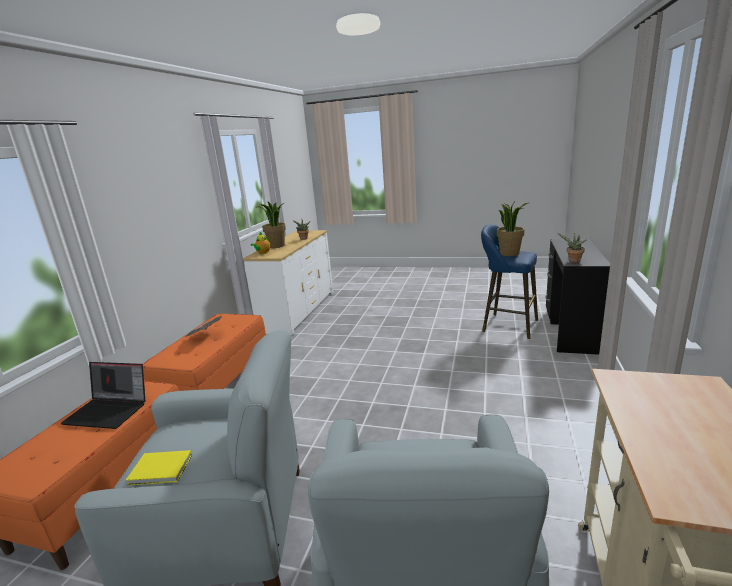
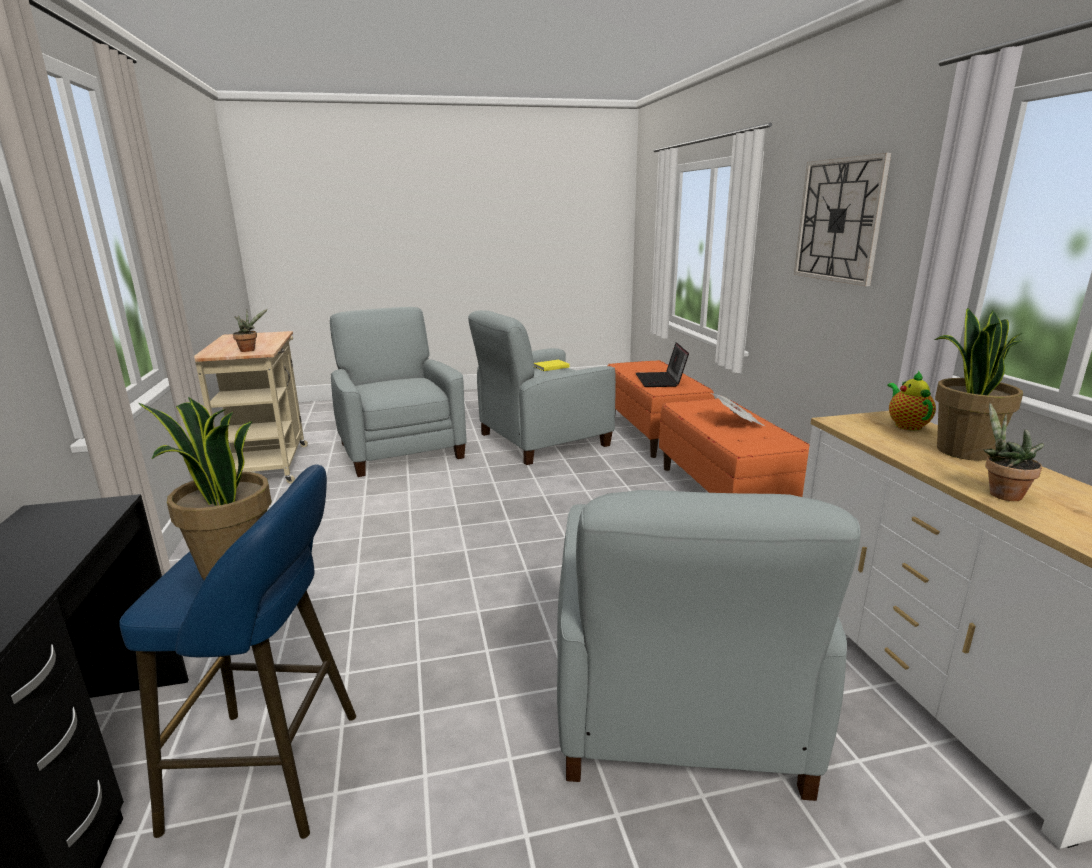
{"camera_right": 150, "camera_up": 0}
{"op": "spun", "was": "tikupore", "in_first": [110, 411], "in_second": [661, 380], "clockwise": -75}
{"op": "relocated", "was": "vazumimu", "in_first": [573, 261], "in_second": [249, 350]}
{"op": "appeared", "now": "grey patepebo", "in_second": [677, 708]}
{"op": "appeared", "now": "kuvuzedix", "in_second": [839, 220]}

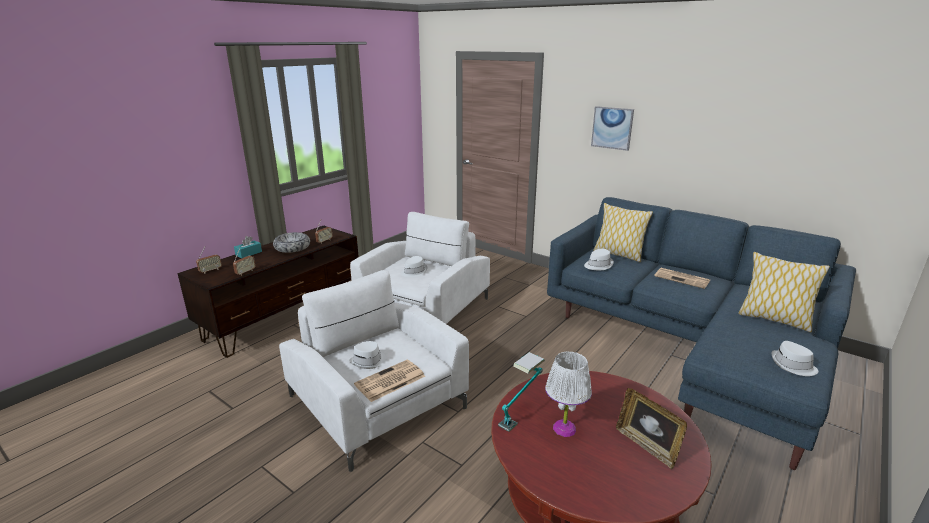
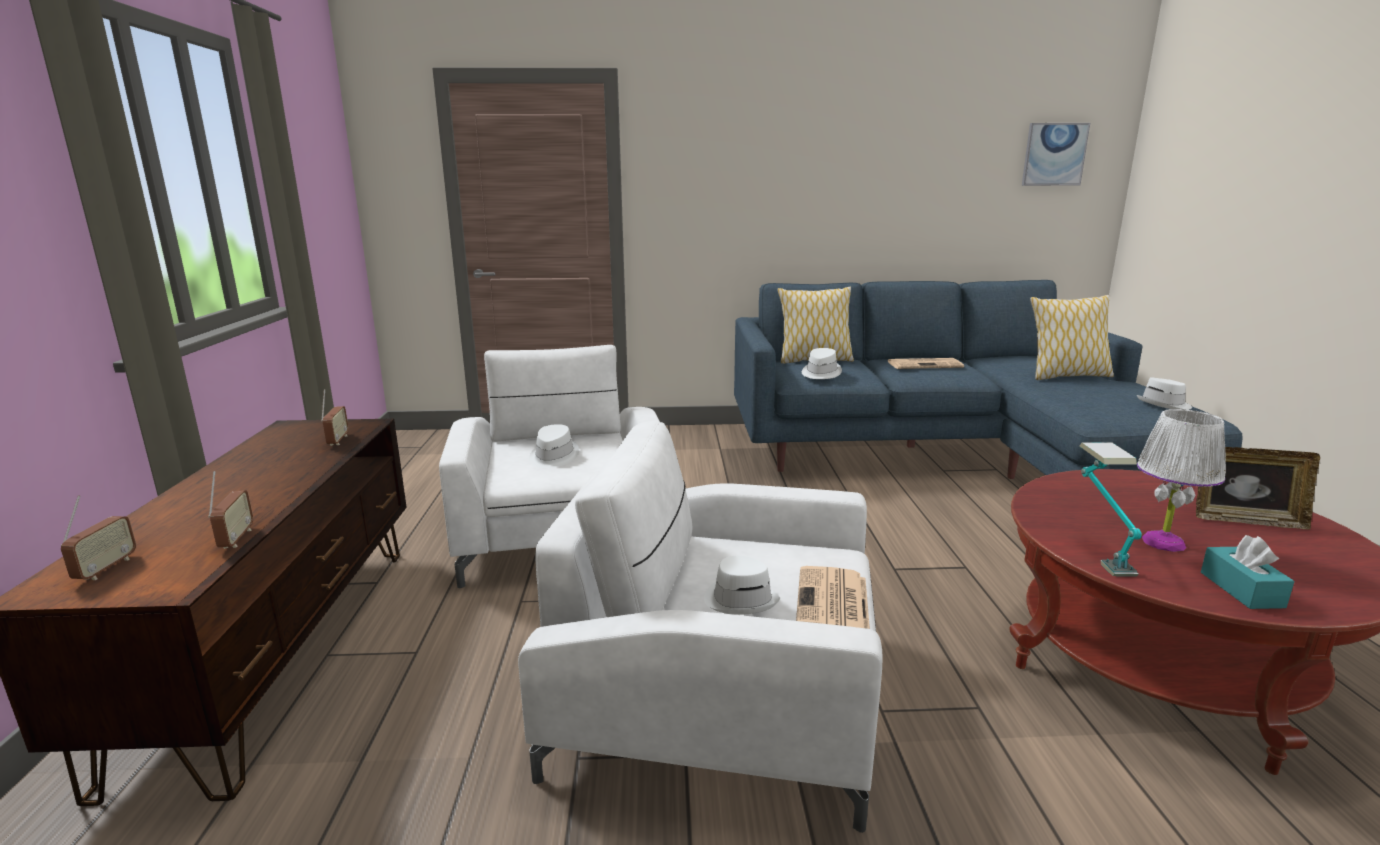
{"camera_right": -40, "camera_up": -5}
{"op": "relocated", "was": "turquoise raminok", "in_first": [248, 253], "in_second": [1241, 589]}
{"op": "missing", "was": "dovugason", "in_first": [292, 247]}
{"op": "relocated", "was": "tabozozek", "in_first": [612, 128], "in_second": [1054, 154]}

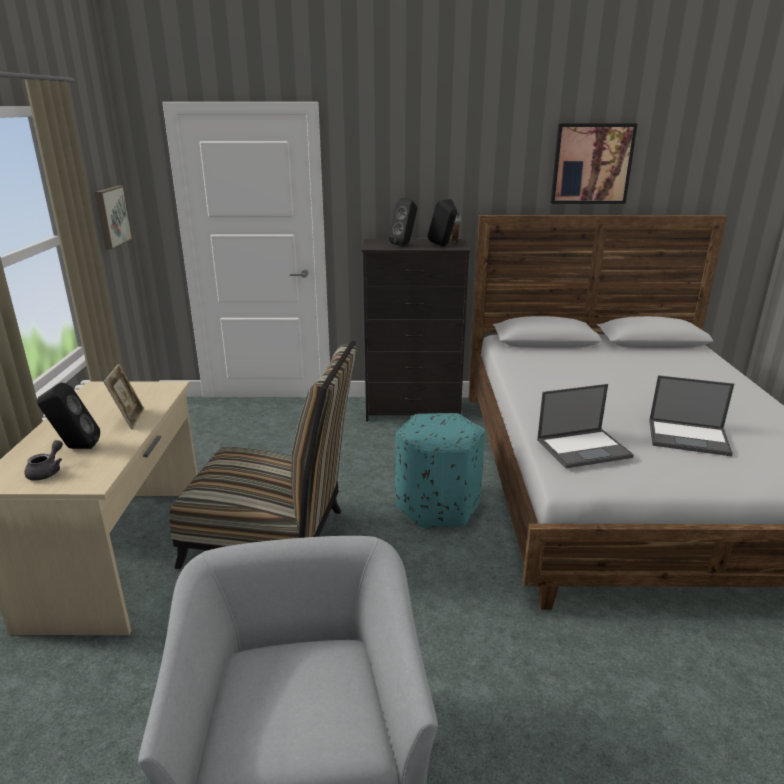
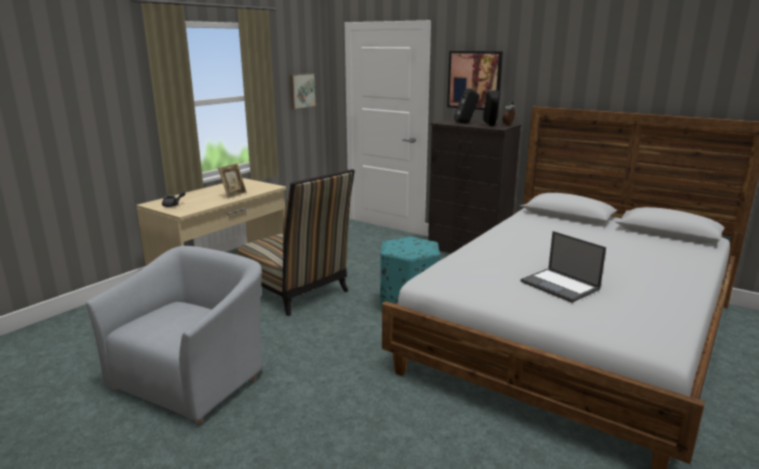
{"camera_right": 35, "camera_up": -5}
{"op": "missing", "was": "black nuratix", "in_first": [75, 448]}
{"op": "missing", "was": "tikupore", "in_first": [584, 448]}
{"op": "relocated", "was": "tabozozek", "in_first": [591, 164], "in_second": [474, 80]}

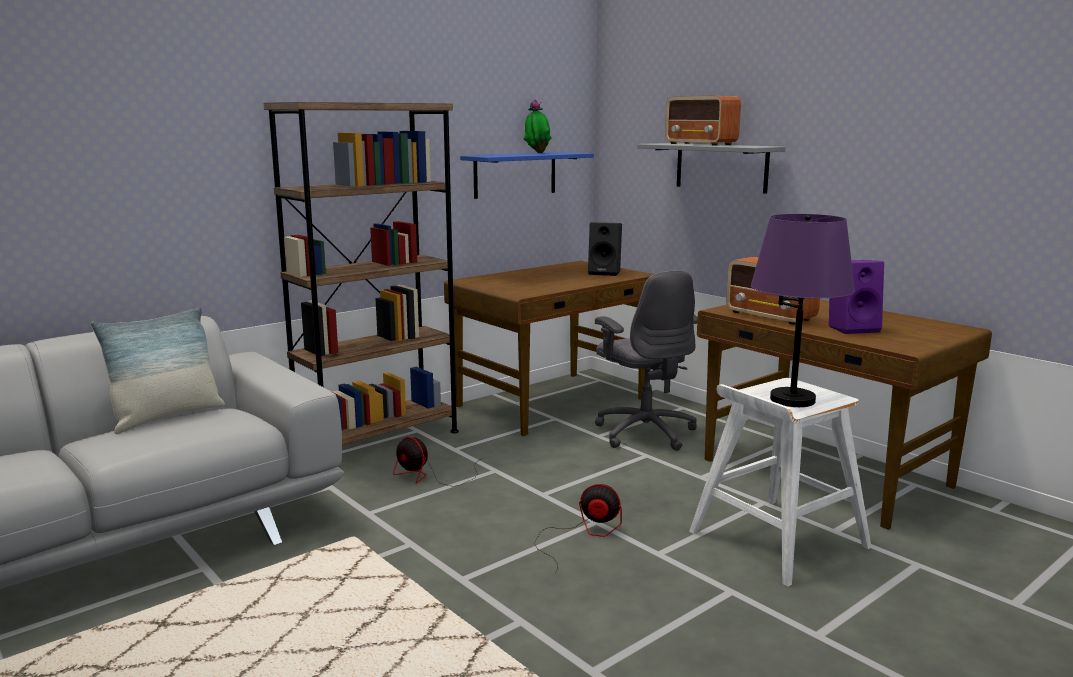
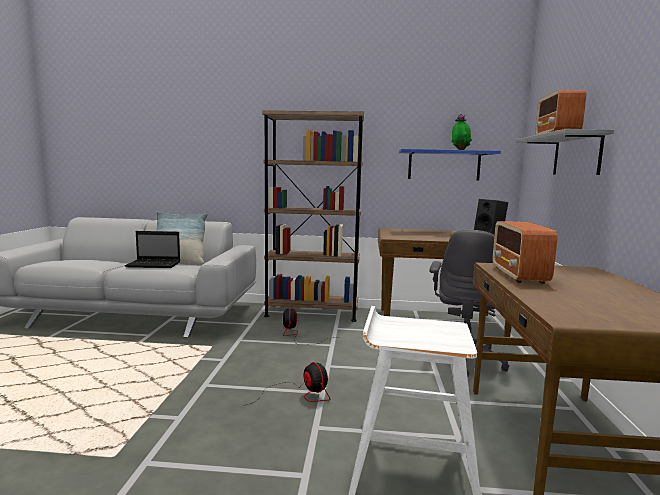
{"camera_right": 45, "camera_up": -5}
{"op": "missing", "was": "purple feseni", "in_first": [793, 400]}
{"op": "missing", "was": "purple nuratix", "in_first": [852, 328]}
{"op": "appeared", "now": "tikupore", "in_second": [155, 264]}

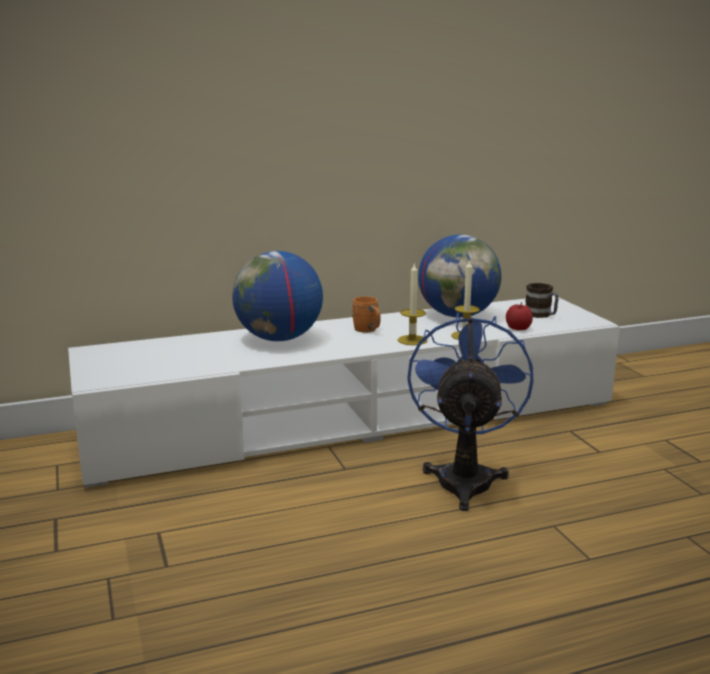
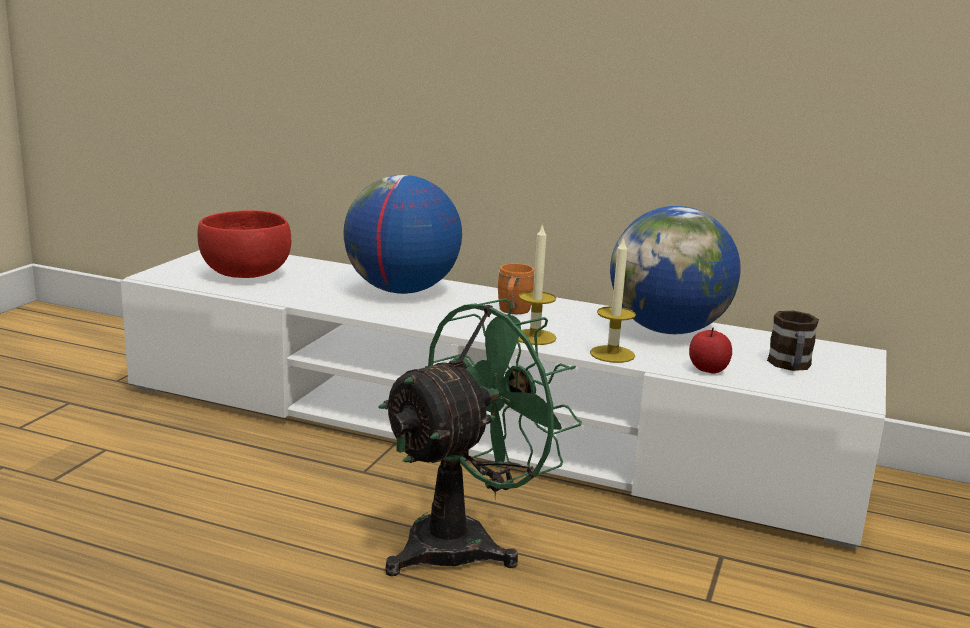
{"camera_right": 40, "camera_up": 0}
{"op": "colour", "was": "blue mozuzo", "now": "green mozuzo", "in_first": [465, 477], "in_second": [465, 541]}
{"op": "appeared", "now": "red dovugason", "in_second": [246, 274]}

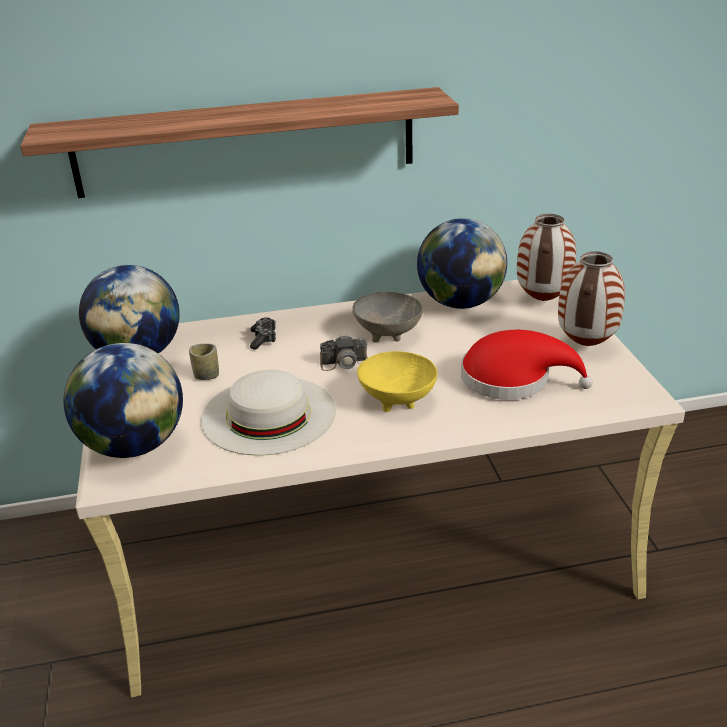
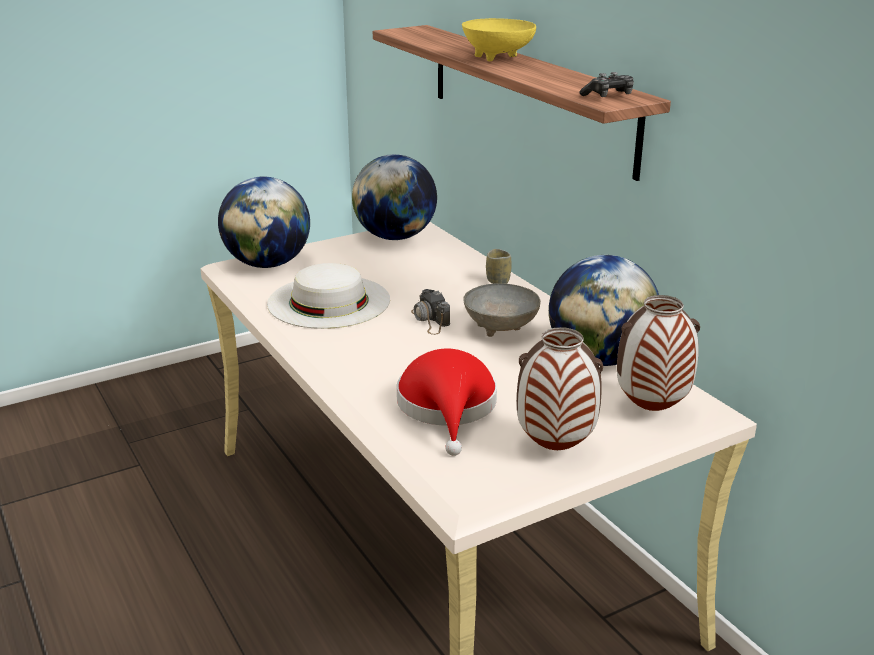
{"camera_right": 70, "camera_up": -5}
{"op": "relocated", "was": "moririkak", "in_first": [206, 375], "in_second": [498, 281]}
{"op": "relocated", "was": "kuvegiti", "in_first": [263, 339], "in_second": [608, 96]}
{"op": "relocated", "was": "yellow dovugason", "in_first": [399, 400], "in_second": [498, 58]}

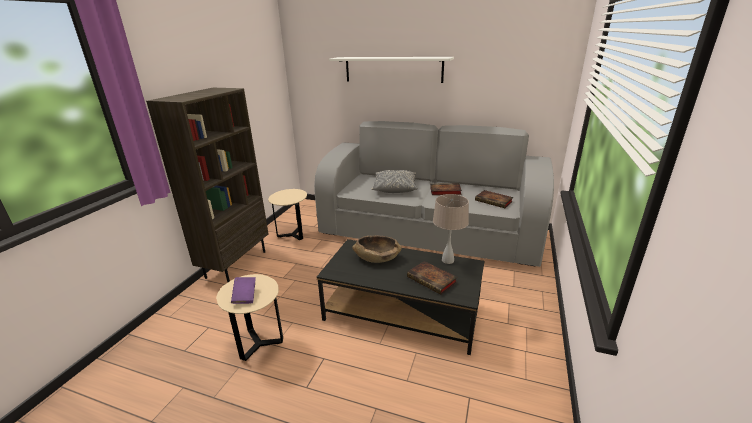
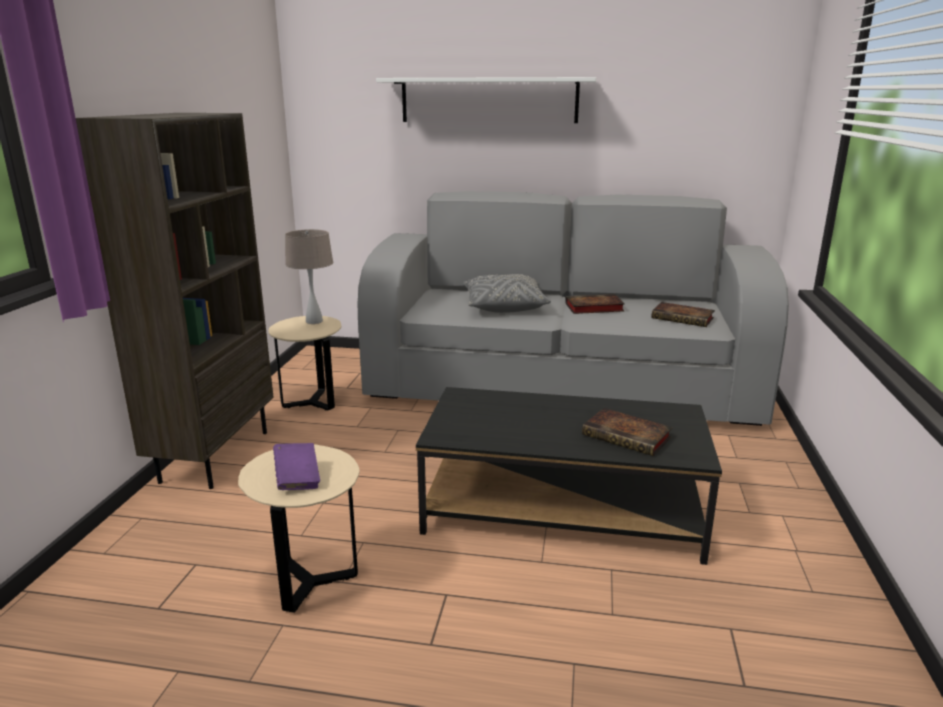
{"camera_right": -10, "camera_up": -5}
{"op": "missing", "was": "brown dovugason", "in_first": [377, 257]}
{"op": "relocated", "was": "beige feseni", "in_first": [447, 260], "in_second": [314, 321]}

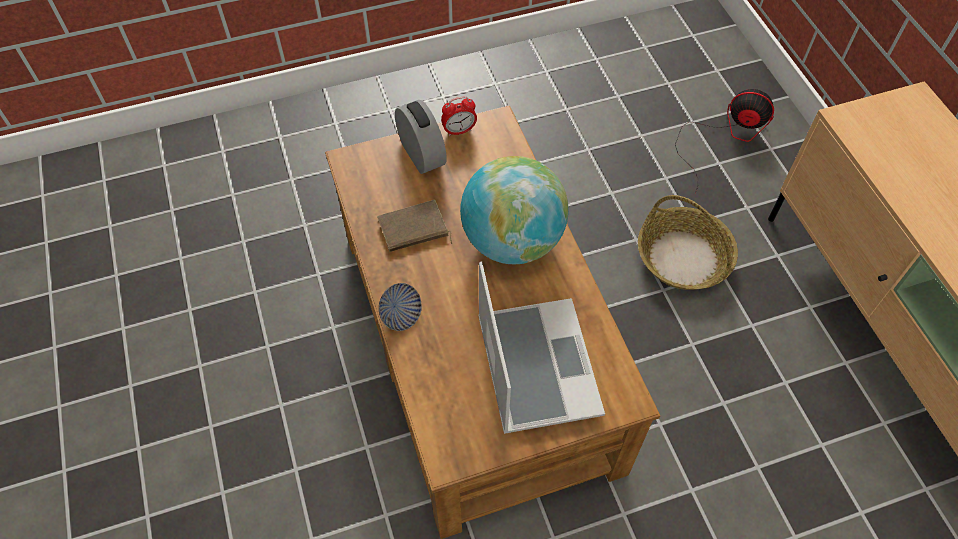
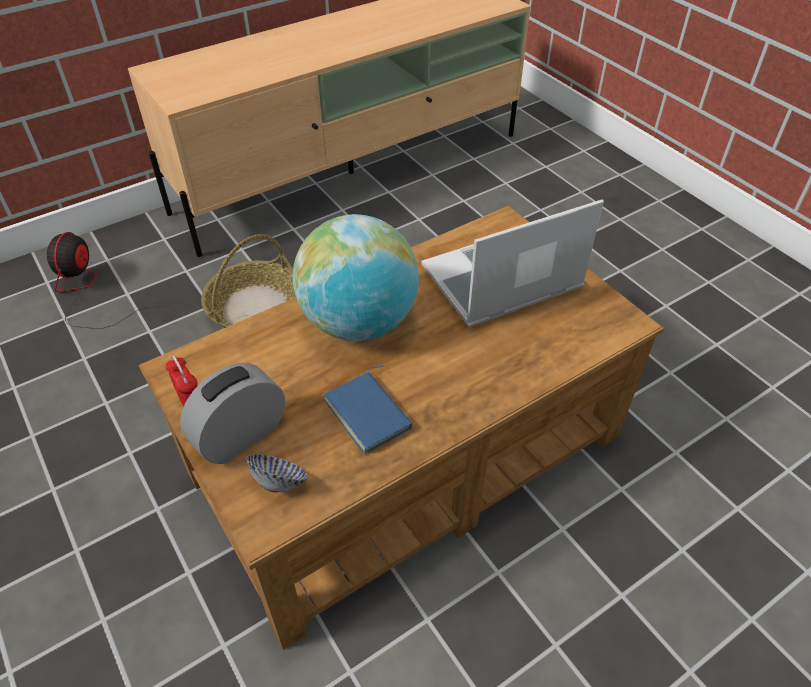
{"camera_right": -105, "camera_up": -10}
{"op": "colour", "was": "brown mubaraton", "now": "blue mubaraton", "in_first": [413, 230], "in_second": [370, 413]}
{"op": "relocated", "was": "dovugason", "in_first": [401, 316], "in_second": [279, 482]}

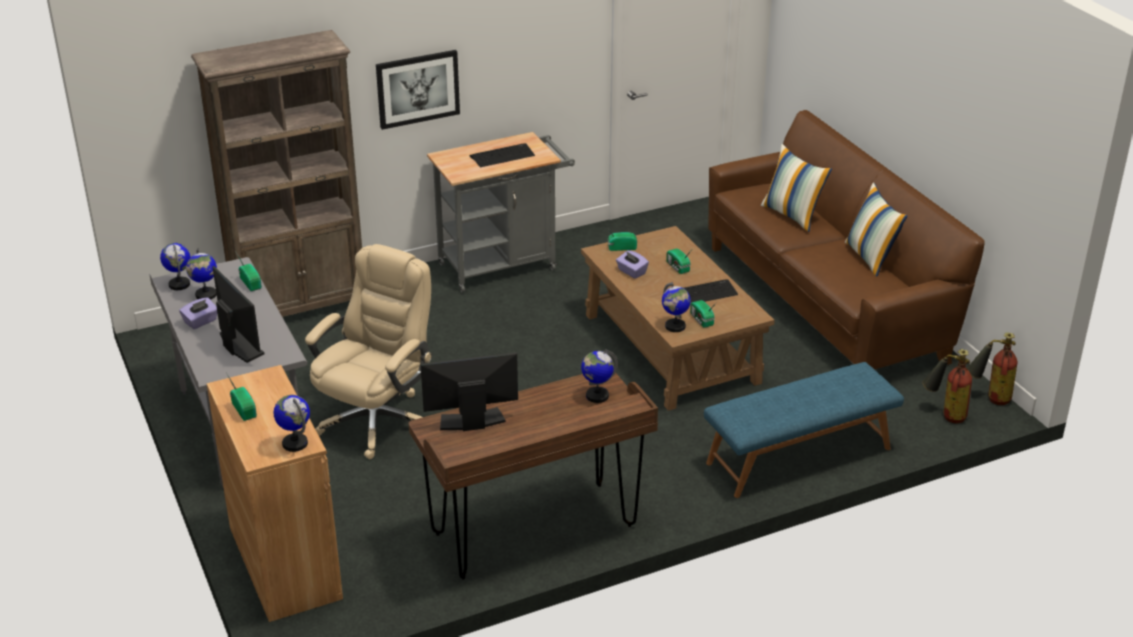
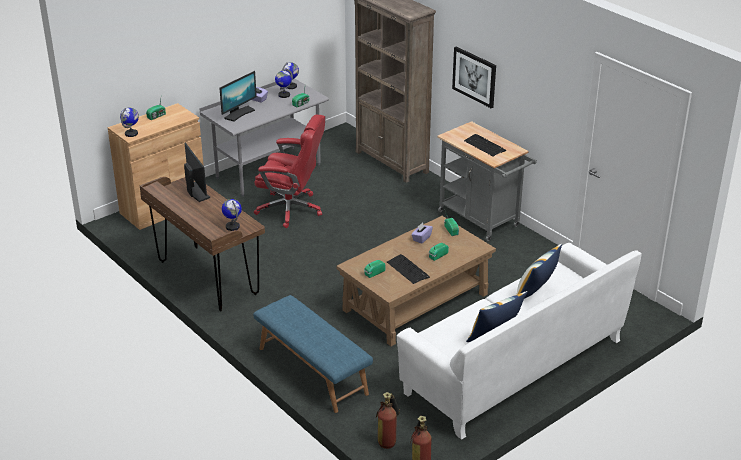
{"camera_right": 75, "camera_up": 0}
{"op": "colour", "was": "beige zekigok", "now": "red zekigok", "in_first": [377, 420], "in_second": [291, 209]}
{"op": "missing", "was": "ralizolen", "in_first": [675, 326]}
{"op": "colour", "was": "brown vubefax", "now": "white vubefax", "in_first": [824, 302], "in_second": [515, 366]}

